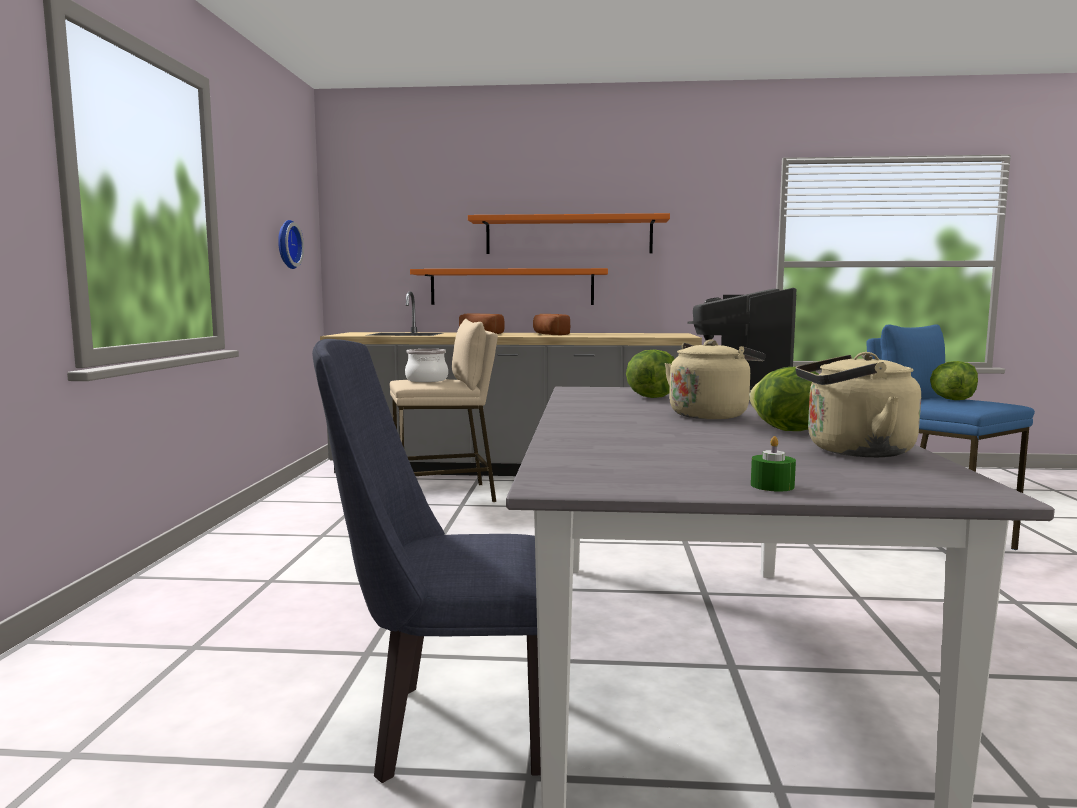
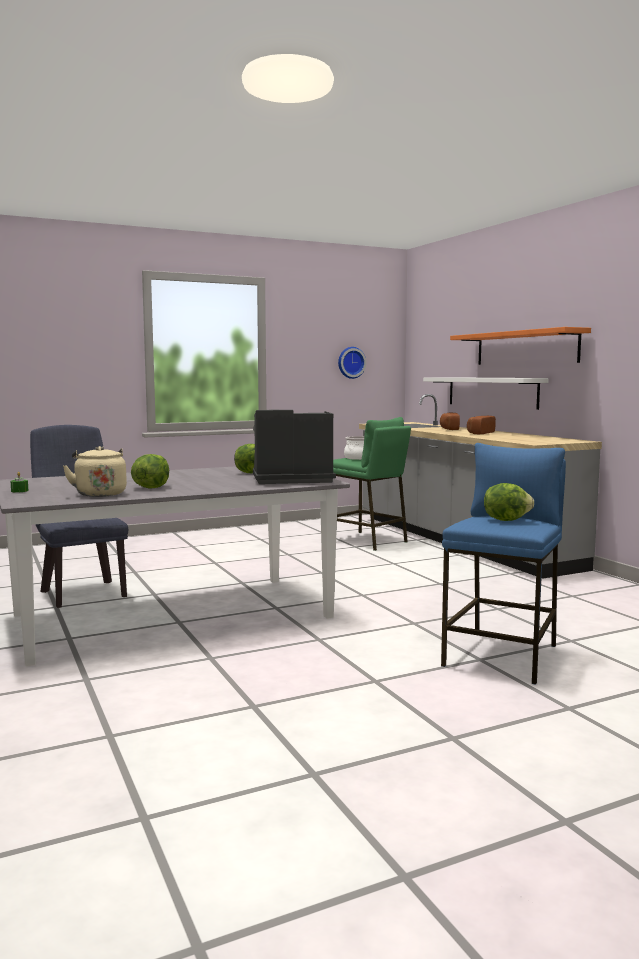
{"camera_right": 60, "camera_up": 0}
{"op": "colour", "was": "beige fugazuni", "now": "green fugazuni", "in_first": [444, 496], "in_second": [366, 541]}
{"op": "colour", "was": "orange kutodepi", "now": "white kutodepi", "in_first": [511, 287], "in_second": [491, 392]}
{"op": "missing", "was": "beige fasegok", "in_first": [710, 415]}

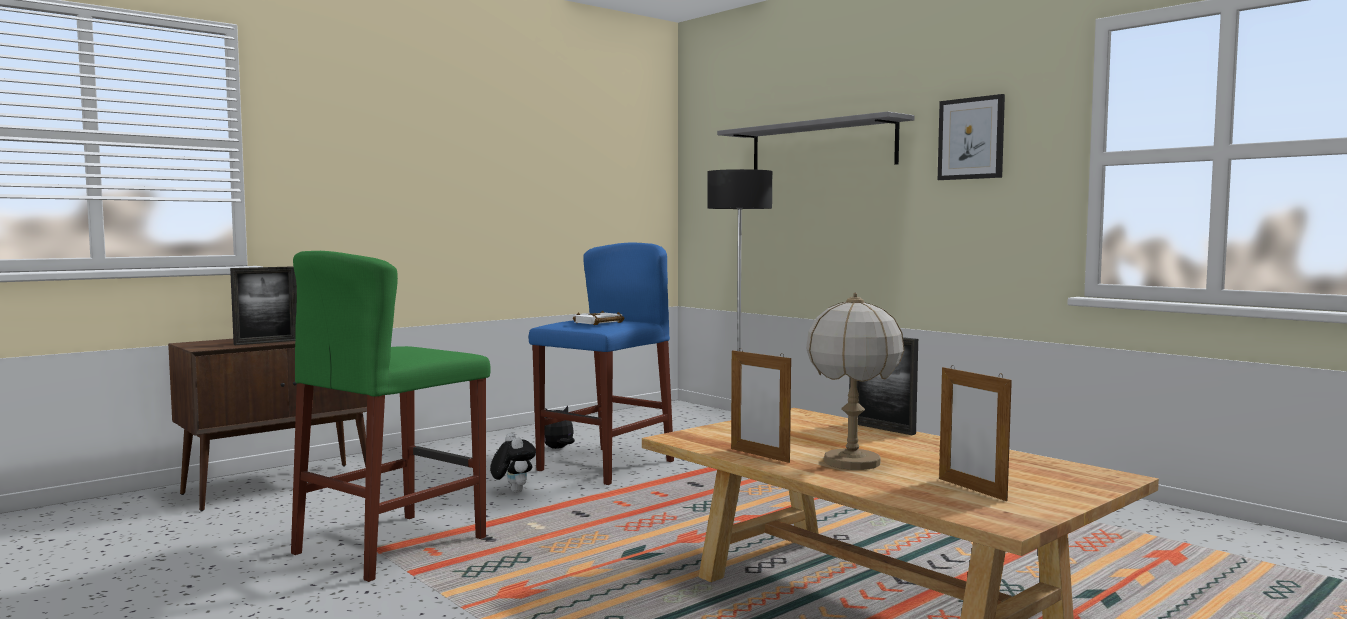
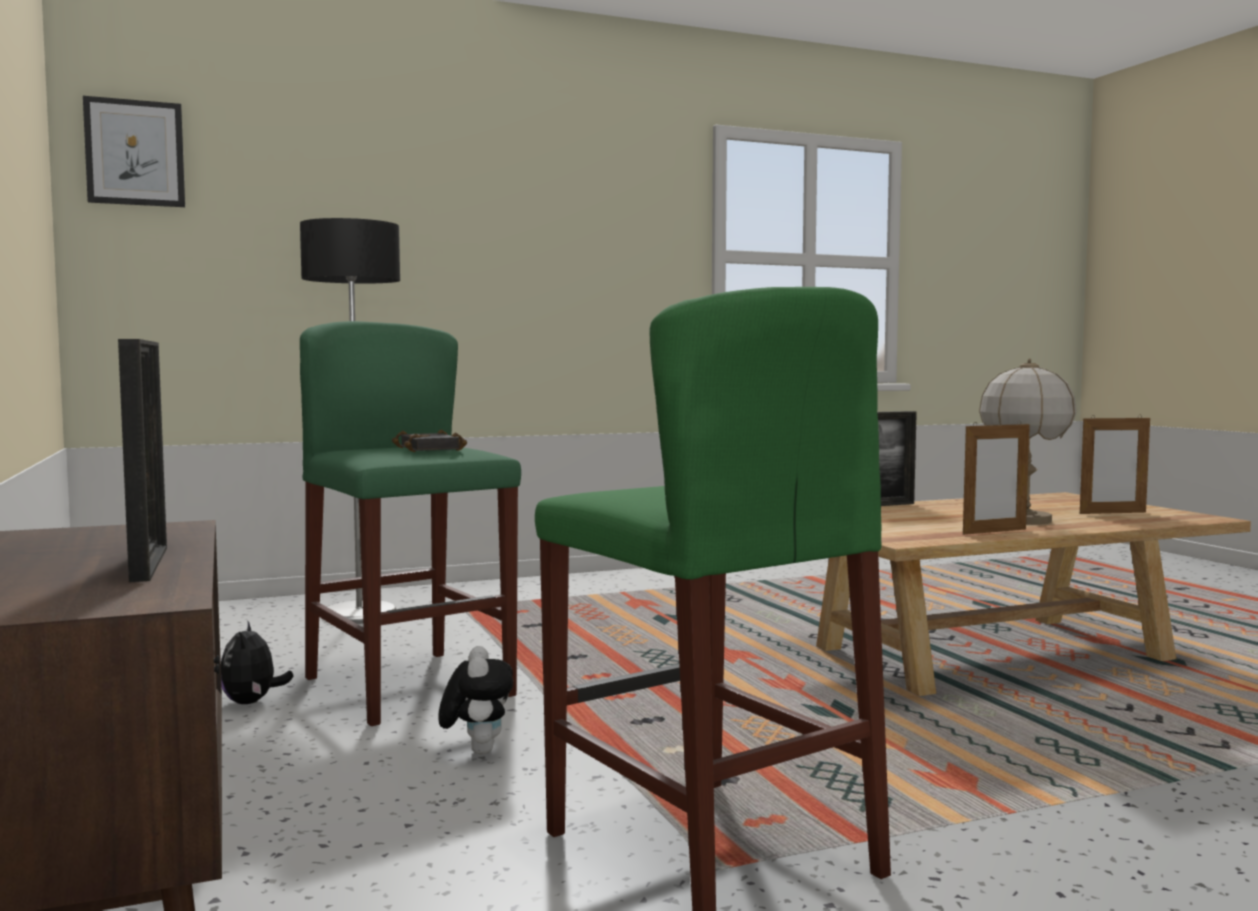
{"camera_right": -70, "camera_up": 0}
{"op": "spun", "was": "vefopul", "in_first": [513, 491], "in_second": [477, 750], "clockwise": 90}
{"op": "colour", "was": "blue fugazuni", "now": "green fugazuni", "in_first": [605, 465], "in_second": [409, 686]}
{"op": "colour", "was": "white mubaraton", "now": "black mubaraton", "in_first": [598, 323], "in_second": [432, 449]}
{"op": "missing", "was": "grey kutodepi", "in_first": [821, 147]}
{"op": "relocated", "was": "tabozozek", "in_first": [971, 138], "in_second": [135, 153]}

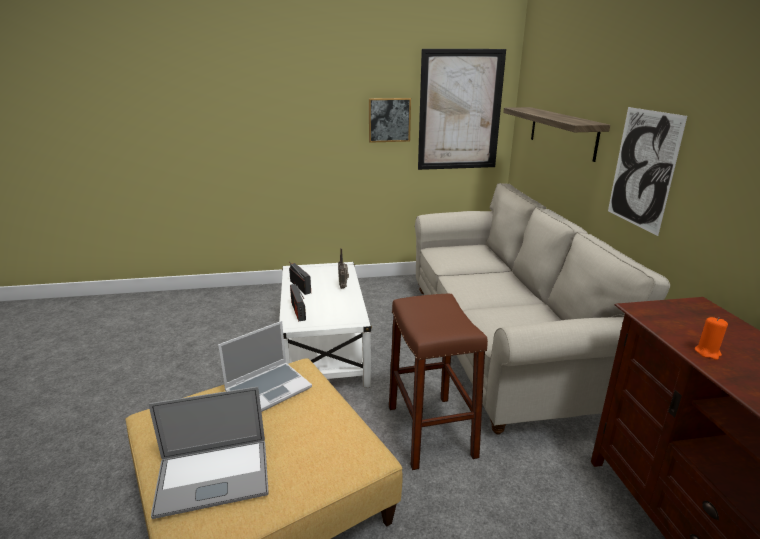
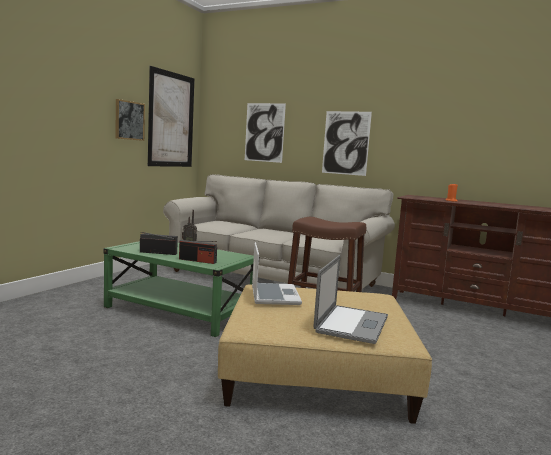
{"camera_right": -55, "camera_up": -15}
{"op": "colour", "was": "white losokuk", "now": "green losokuk", "in_first": [324, 348], "in_second": [180, 311]}
{"op": "exchanged", "was": "kutodepi", "now": "tabozozek", "in_first": [562, 132], "in_second": [264, 132]}

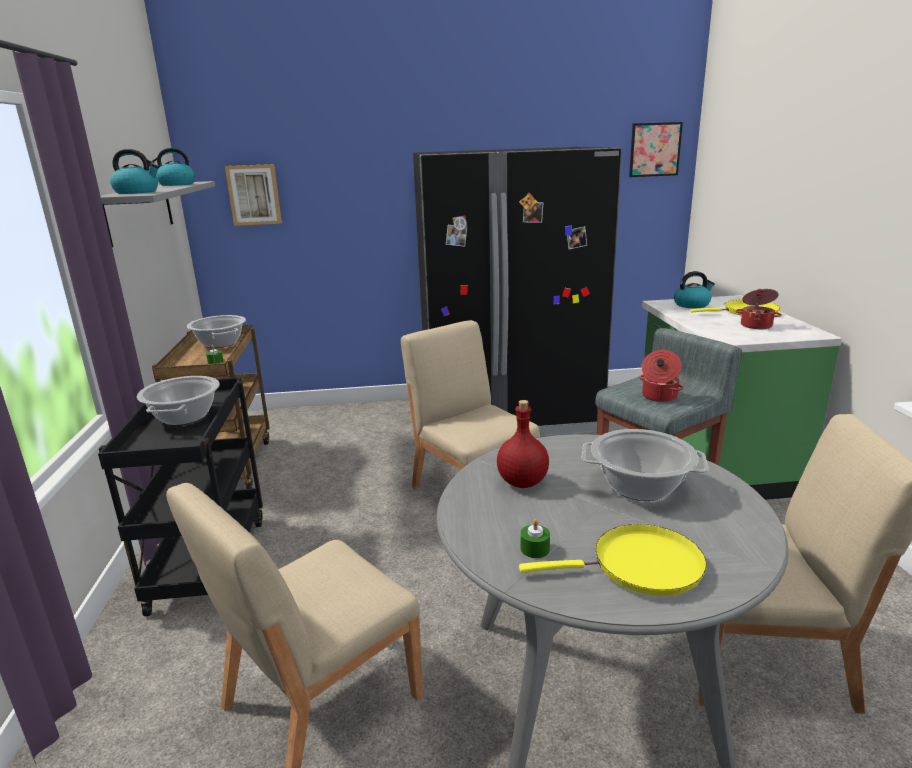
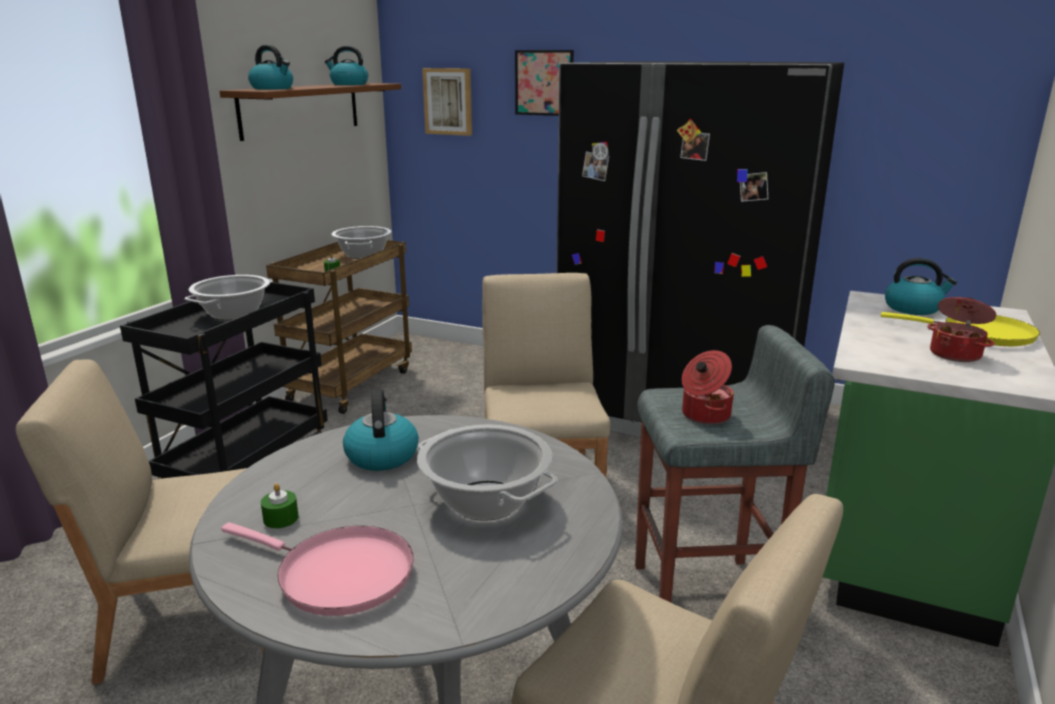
{"camera_right": 30, "camera_up": 0}
{"op": "colour", "was": "grey kutodepi", "now": "brown kutodepi", "in_first": [140, 212], "in_second": [301, 109]}
{"op": "exchanged", "was": "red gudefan", "now": "fasegok", "in_first": [523, 482], "in_second": [381, 455]}
{"op": "colour", "was": "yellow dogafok", "now": "pink dogafok", "in_first": [640, 566], "in_second": [338, 574]}
{"op": "relocated", "was": "tabozozek", "in_first": [655, 149], "in_second": [544, 83]}

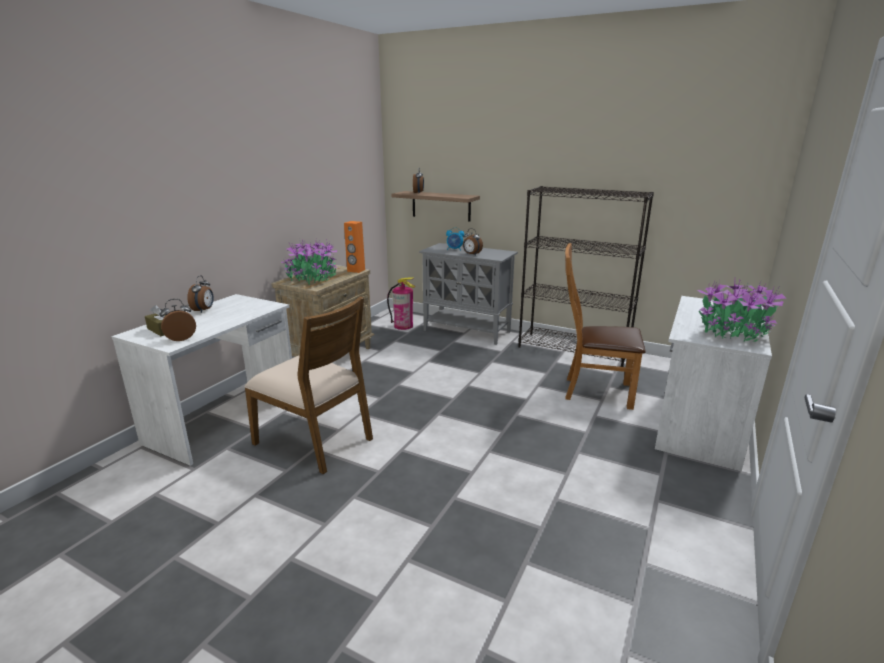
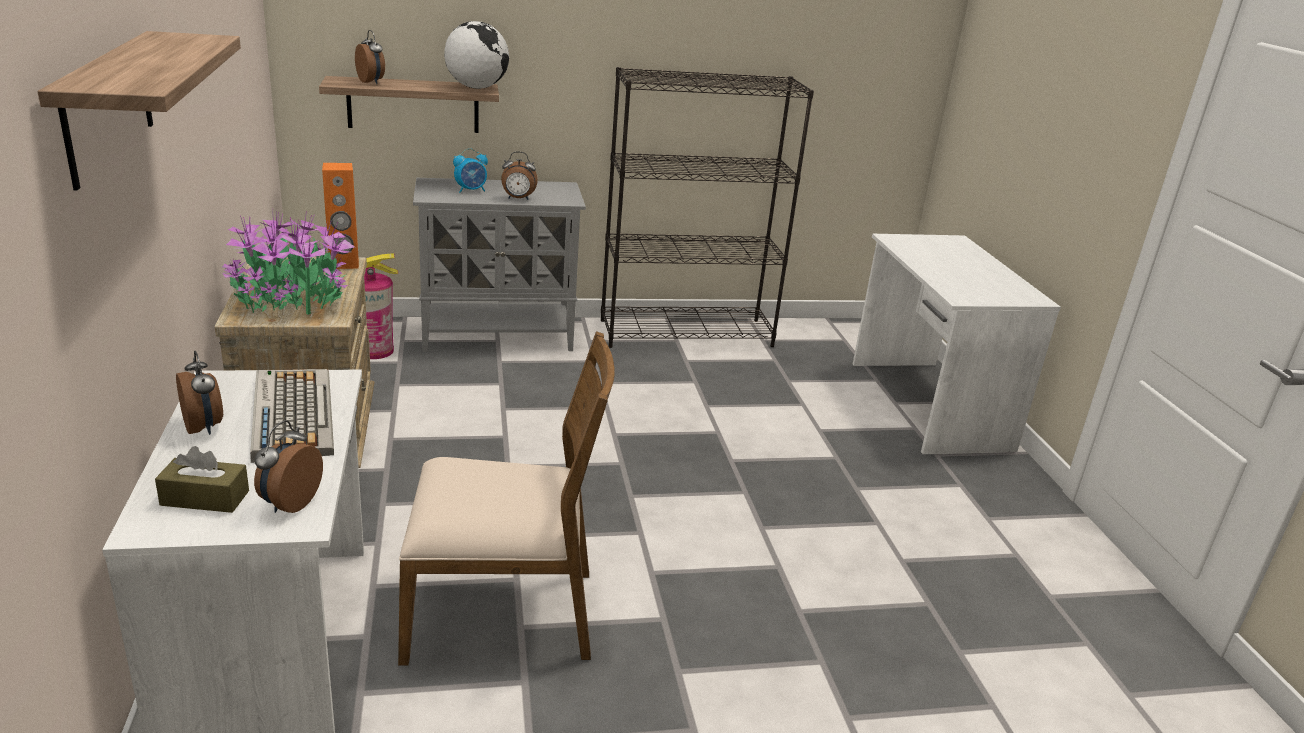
{"camera_right": -40, "camera_up": 5}
{"op": "missing", "was": "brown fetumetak", "in_first": [593, 391]}
{"op": "missing", "was": "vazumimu", "in_first": [732, 333]}
{"op": "appeared", "now": "kutodepi", "in_second": [108, 106]}
{"op": "appeared", "now": "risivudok", "in_second": [291, 415]}
{"op": "appeared", "now": "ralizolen", "in_second": [476, 88]}

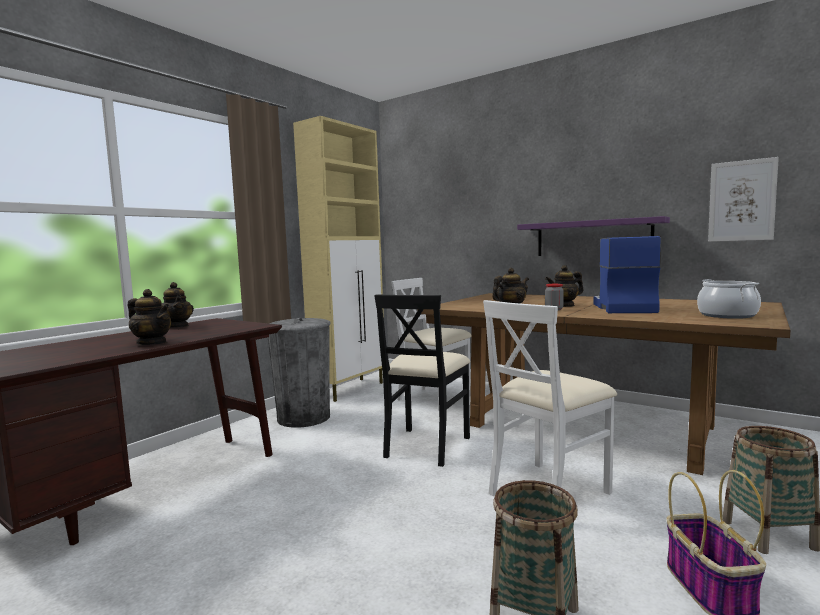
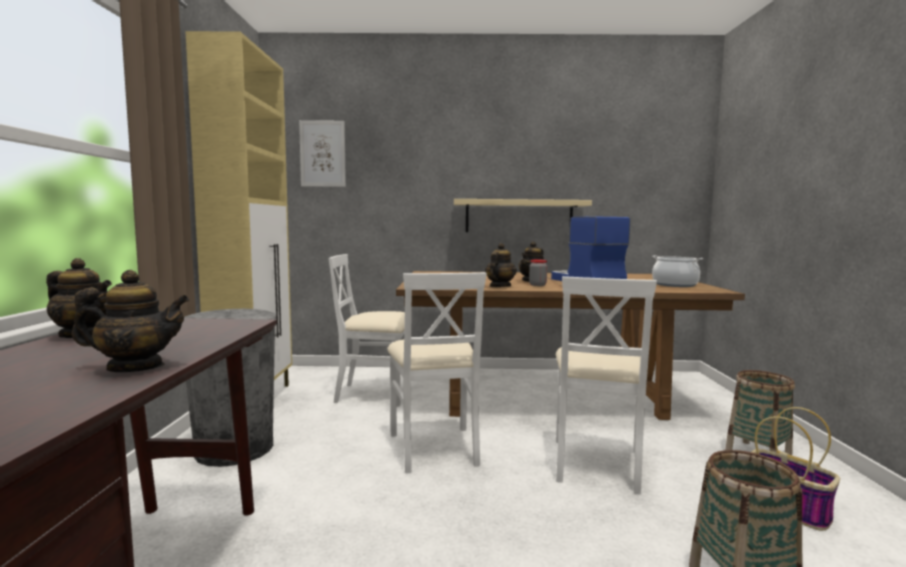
{"camera_right": -35, "camera_up": 0}
{"op": "colour", "was": "black fetumetak", "now": "white fetumetak", "in_first": [426, 446], "in_second": [434, 448]}
{"op": "colour", "was": "purple kutodepi", "now": "beige kutodepi", "in_first": [592, 238], "in_second": [519, 216]}
{"op": "relocated", "was": "tabozozek", "in_first": [741, 201], "in_second": [322, 154]}

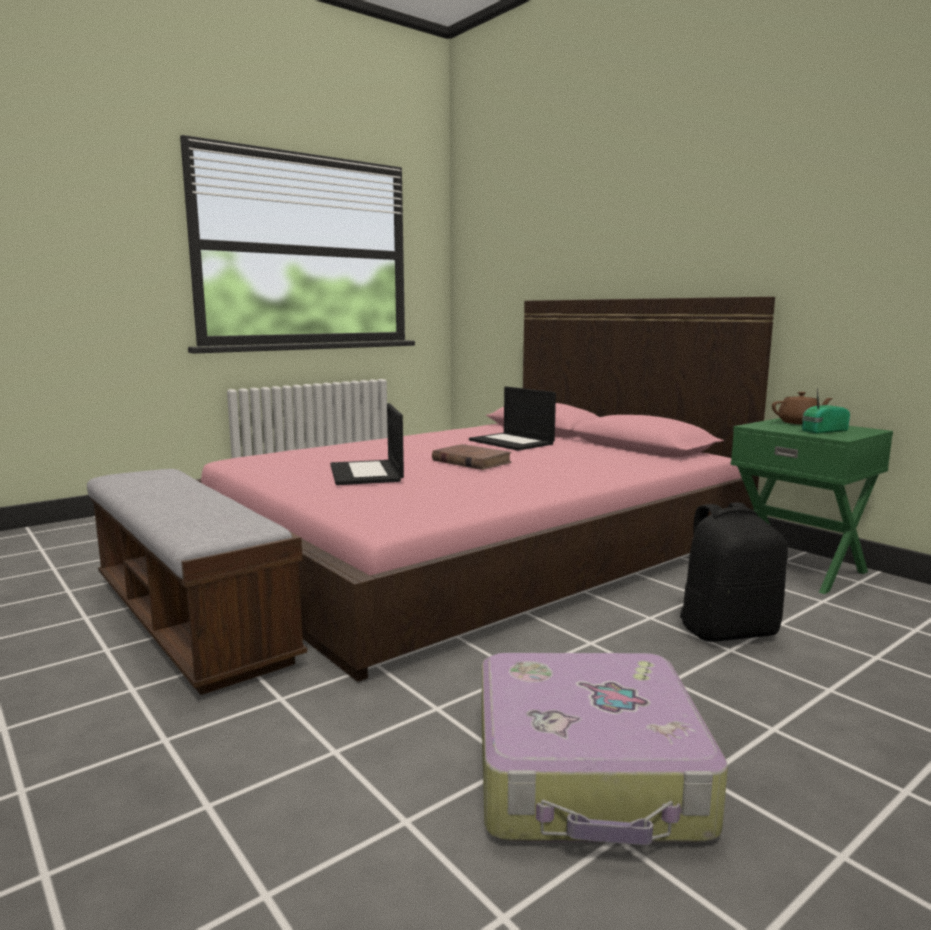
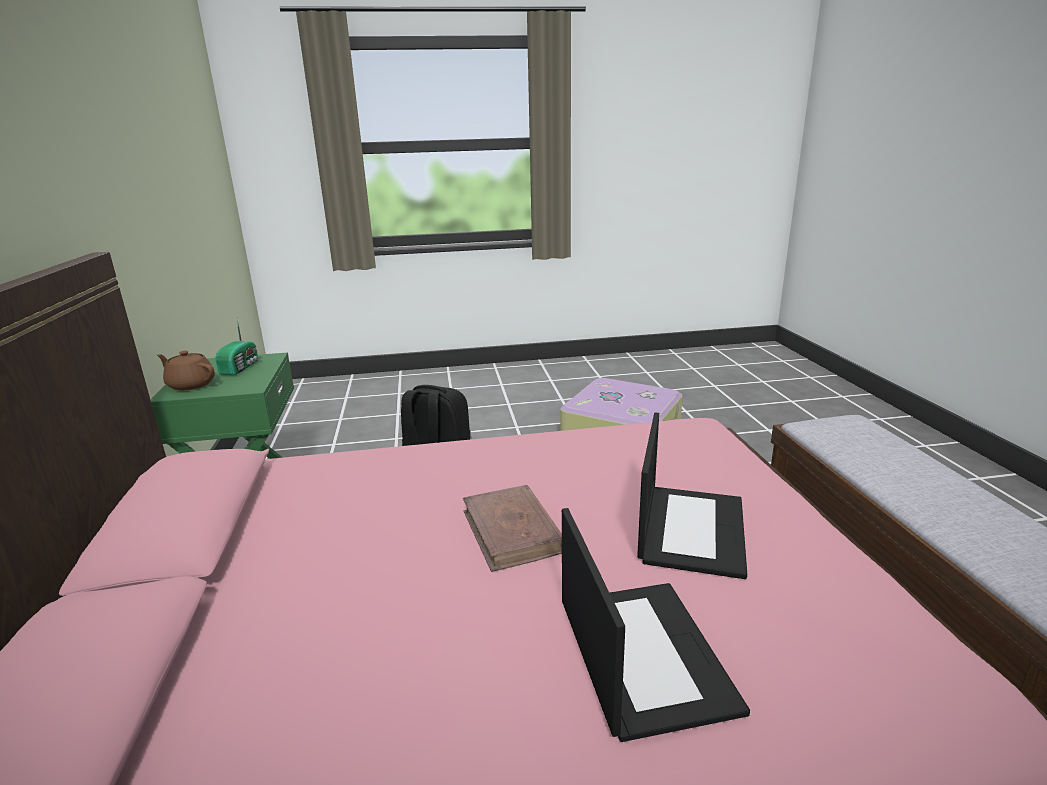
{"camera_right": -150, "camera_up": 10}
{"op": "relocated", "was": "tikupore", "in_first": [512, 442], "in_second": [641, 653]}
{"op": "spun", "was": "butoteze", "in_first": [822, 431], "in_second": [241, 367], "clockwise": -90}

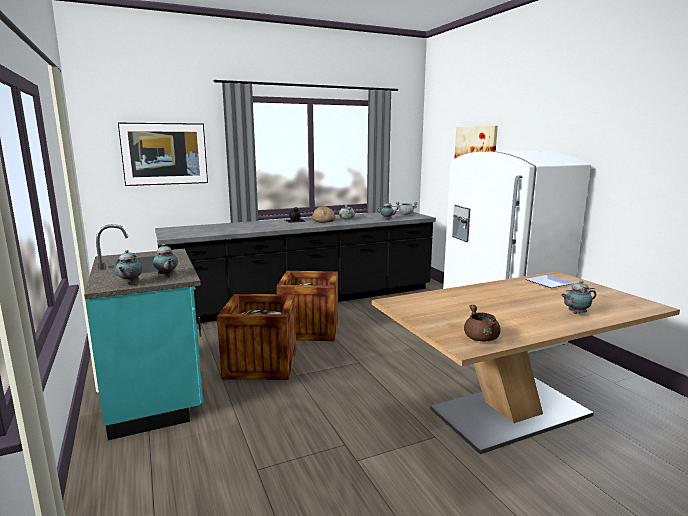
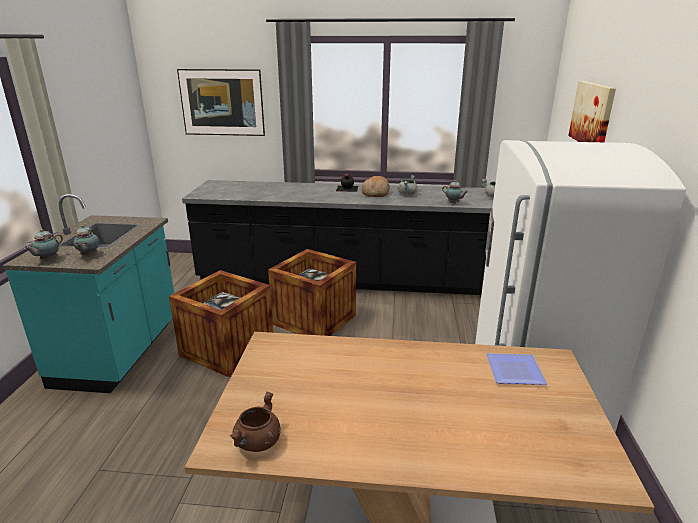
{"camera_right": 30, "camera_up": 10}
{"op": "missing", "was": "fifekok", "in_first": [575, 313]}

